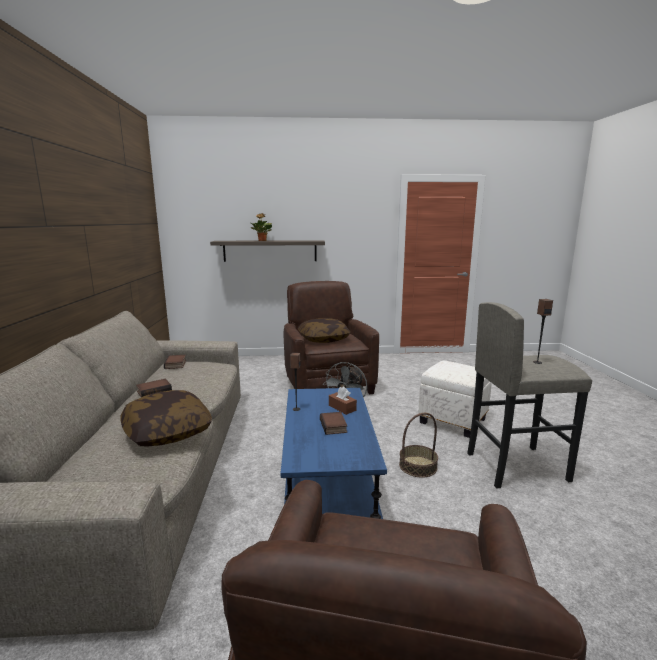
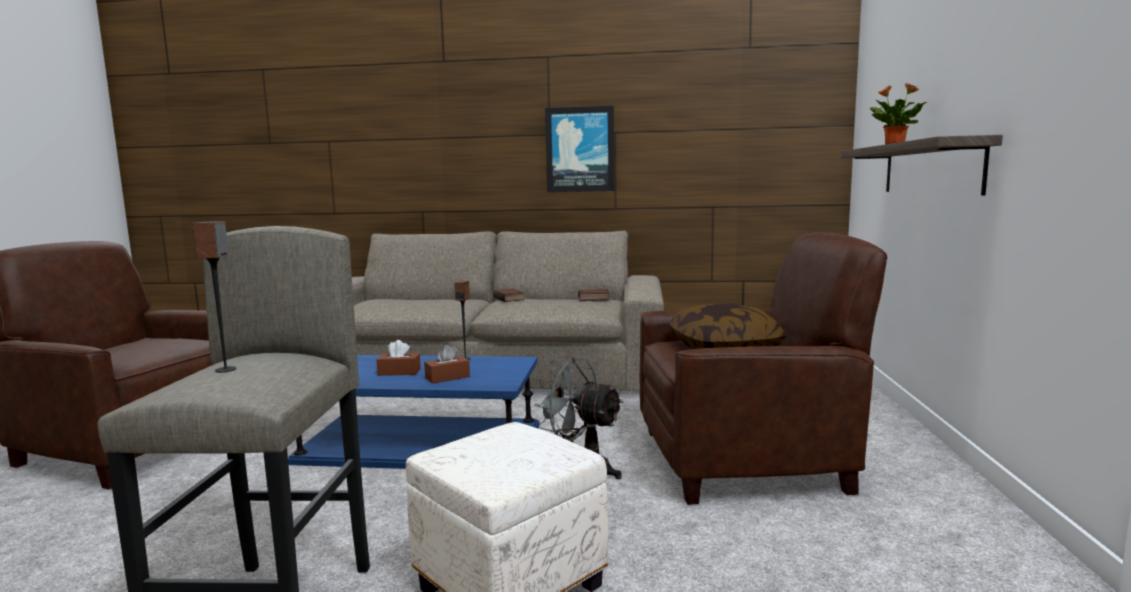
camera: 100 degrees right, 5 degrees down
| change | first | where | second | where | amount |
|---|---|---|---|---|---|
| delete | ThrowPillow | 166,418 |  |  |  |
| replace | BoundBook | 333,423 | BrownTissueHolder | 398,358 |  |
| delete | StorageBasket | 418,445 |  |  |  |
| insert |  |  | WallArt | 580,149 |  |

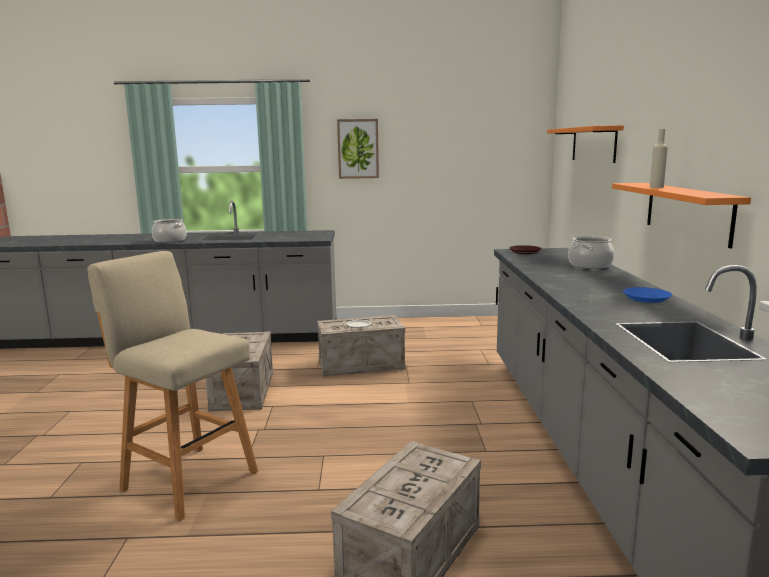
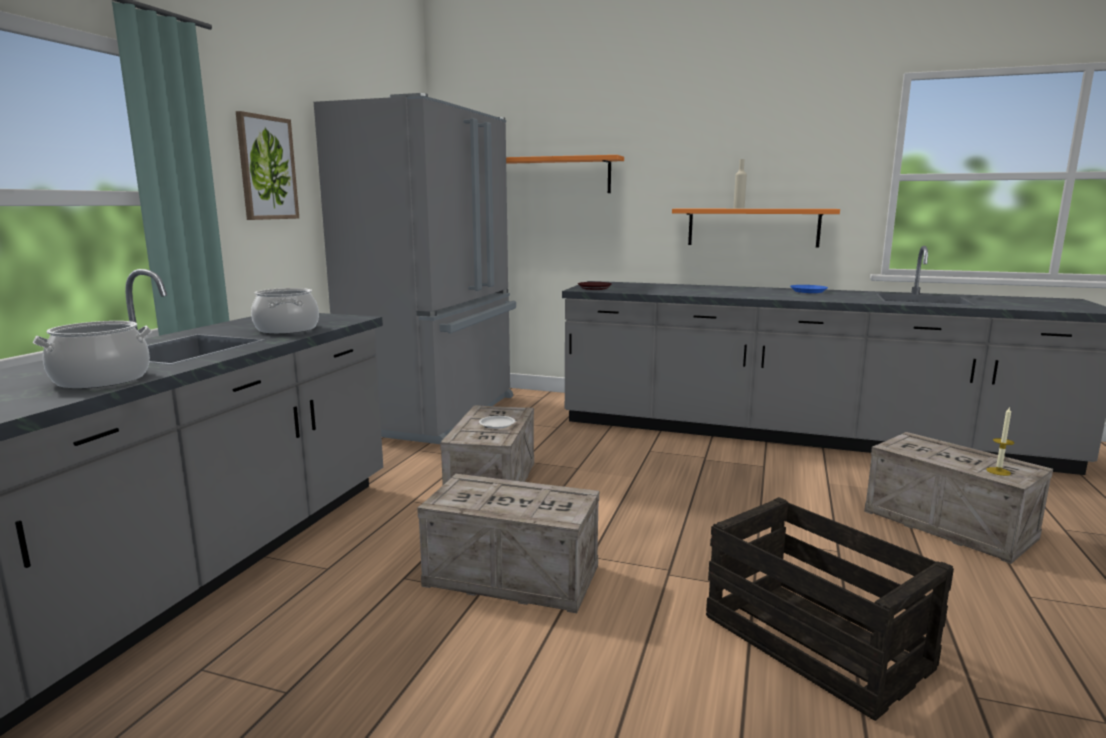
camera: 70 degrees left, 0 degrees up
| change | first | where | second | where | amount |
|---|---|---|---|---|---|
| replace | BeigeColouredStool | 172,386 | ShippingCrate | 830,609 |  |
| move | CookingPot | 591,252 |  | 285,311 |  |
| insert |  |  | GrayKitchenFridge | 415,268 |  |
| insert |  |  | WaxCandle | 1000,441 |  |

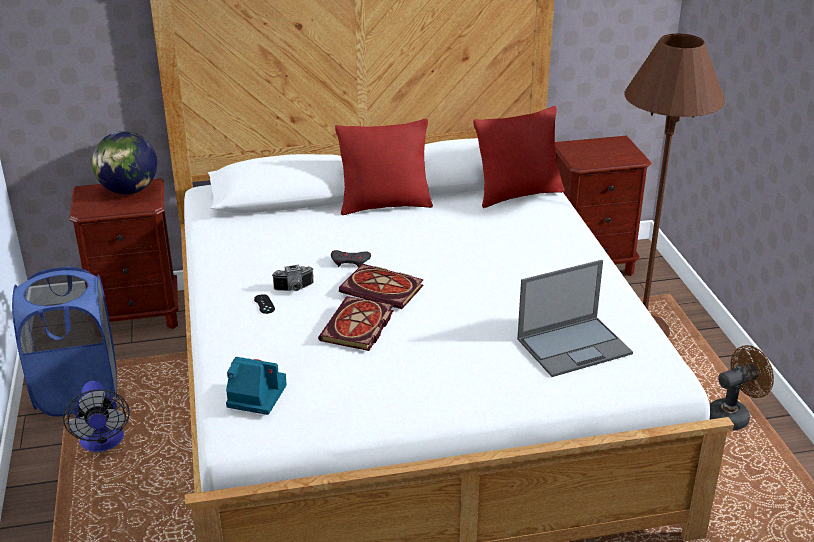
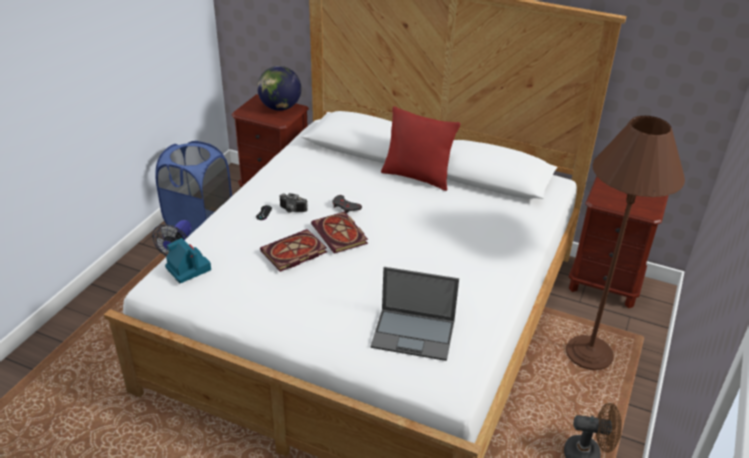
camera: 35 degrees right, 5 degrees up
| change | first | where | second | where | amount |
|---|---|---|---|---|---|
| delete | RedThrowPillow | 519,157 |  |  |  |

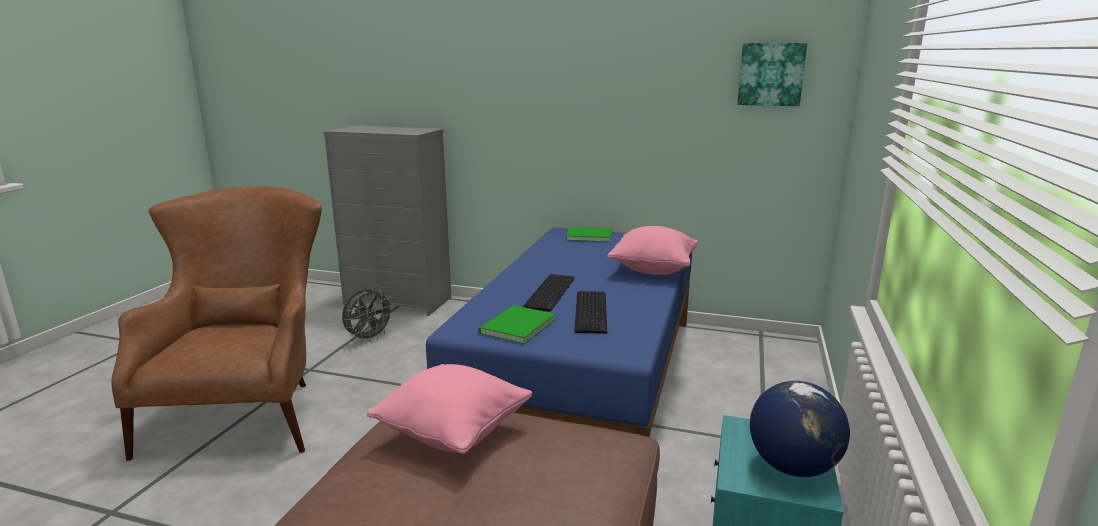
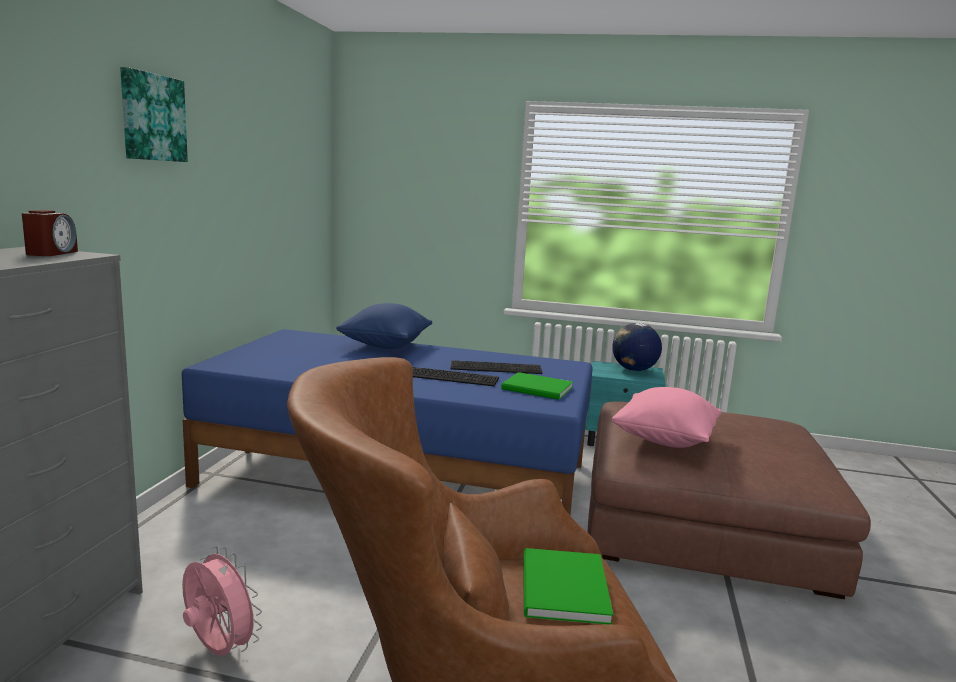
camera: 95 degrees left, 5 degrees down
| change | first | where | second | where | amount |
|---|---|---|---|---|---|
| recolor | GrayCoolingFan | 368,315 | PinkishCoolingFan | 222,601 |  |
| move | GreenishBoundBook | 589,234 |  | 568,586 |  |
| recolor | PinkishThrowPillow | 652,250 | BlueColouredThrowPillow | 384,326 |  |
| move | WallArt | 772,74 |  | 154,114 |  |
| insert |  |  | AlarmClock | 50,233 |  |

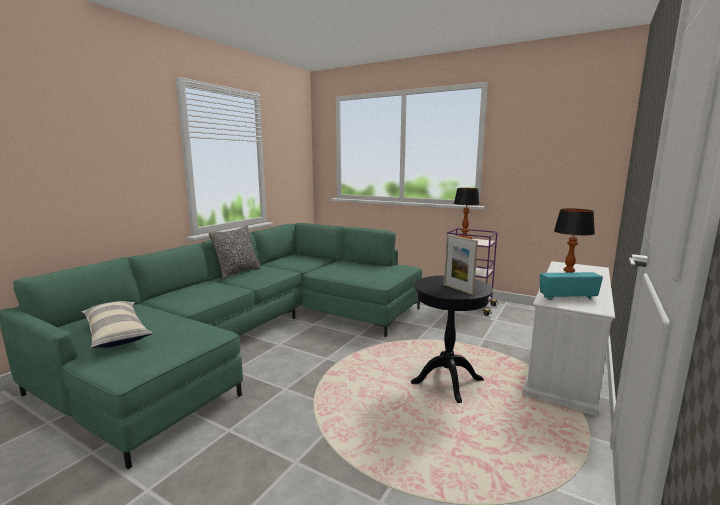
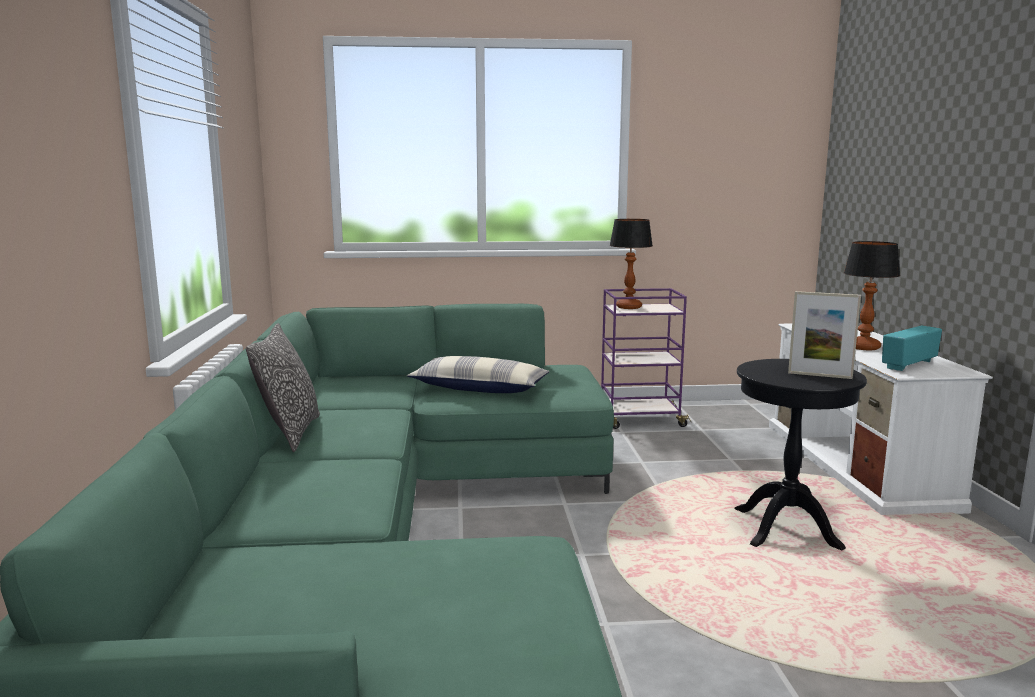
camera: 35 degrees left, 0 degrees up
| change | first | where | second | where | amount |
|---|---|---|---|---|---|
| move | ThrowPillow | 117,324 |  | 478,374 |  |

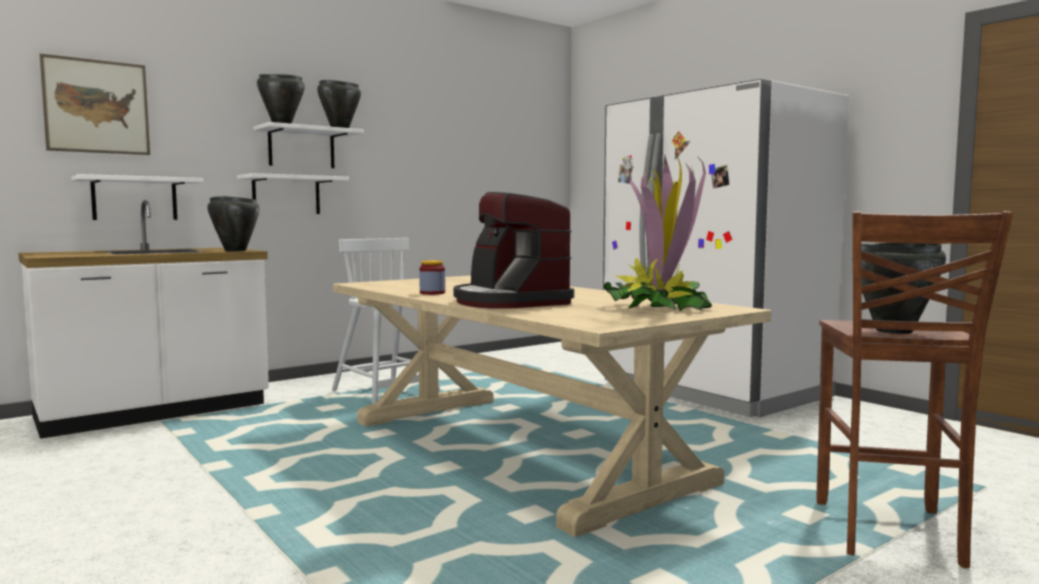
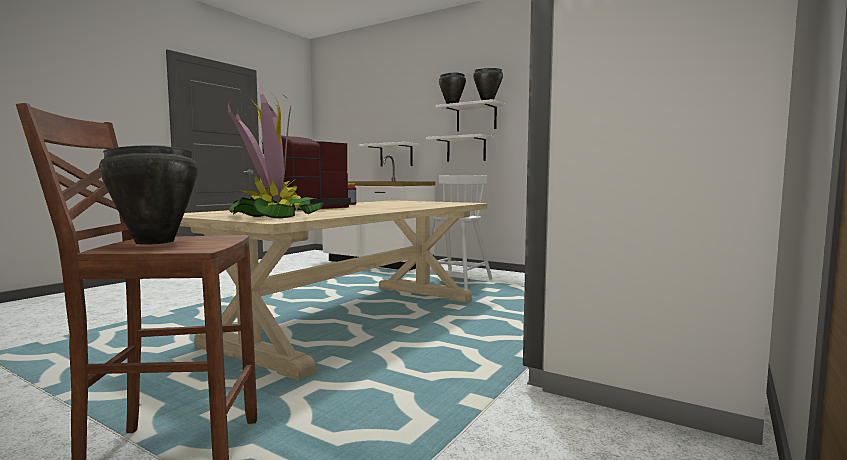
camera: 70 degrees right, 0 degrees up
| change | first | where | second | where | amount |
|---|---|---|---|---|---|
| delete | WallArt | 95,104 |  |  |  |
| delete | BlackCookingPot | 233,224 |  |  |  |

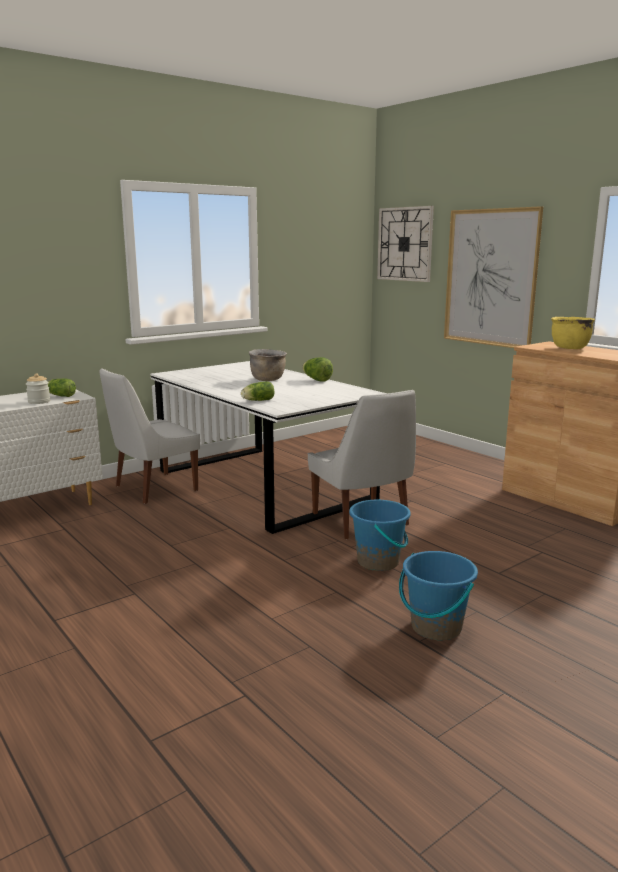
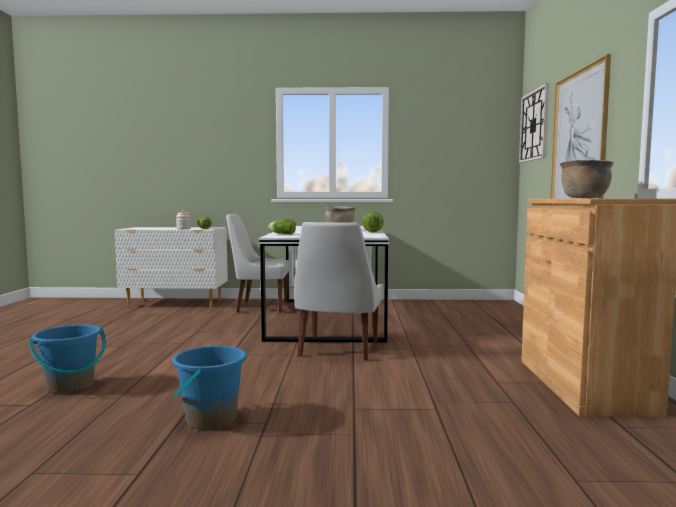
camera: 40 degrees right, 10 degrees down
| change | first | where | second | where | amount |
|---|---|---|---|---|---|
| move | BlueColouredBucket | 380,535 |  | 67,359 |  |
| recolor | YellowCookingPot | 573,333 | BrownCookingPot | 586,179 |  |

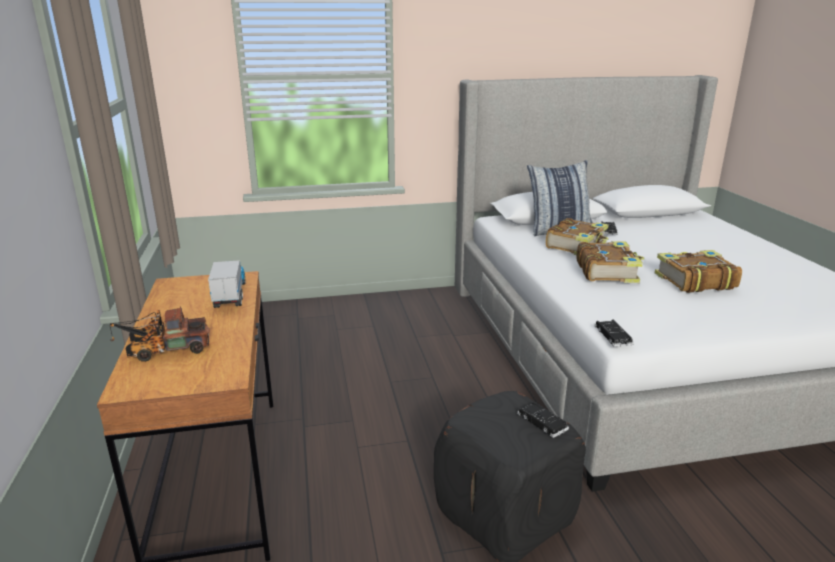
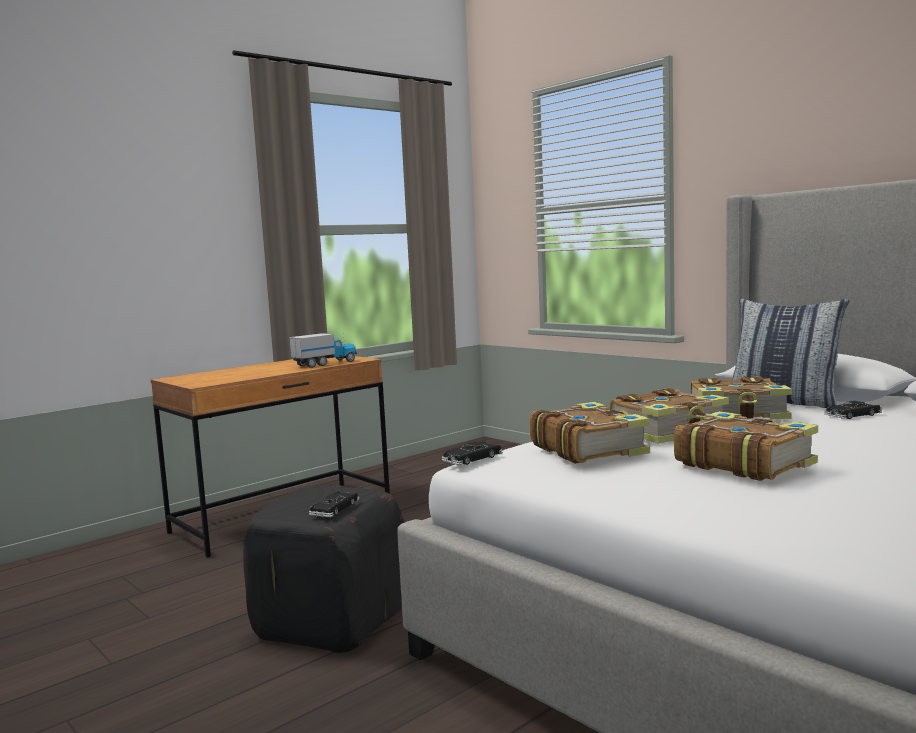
camera: 60 degrees right, 15 degrees down
| change | first | where | second | where | amount |
|---|---|---|---|---|---|
| delete | ToyLorry | 160,334 |  |  |  |
| insert |  |  | BoundBook | 589,433 |  |

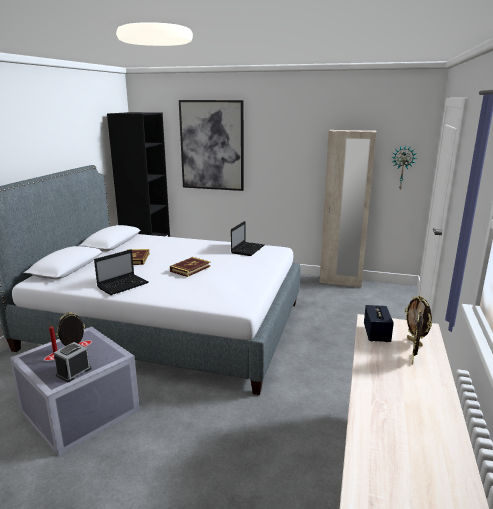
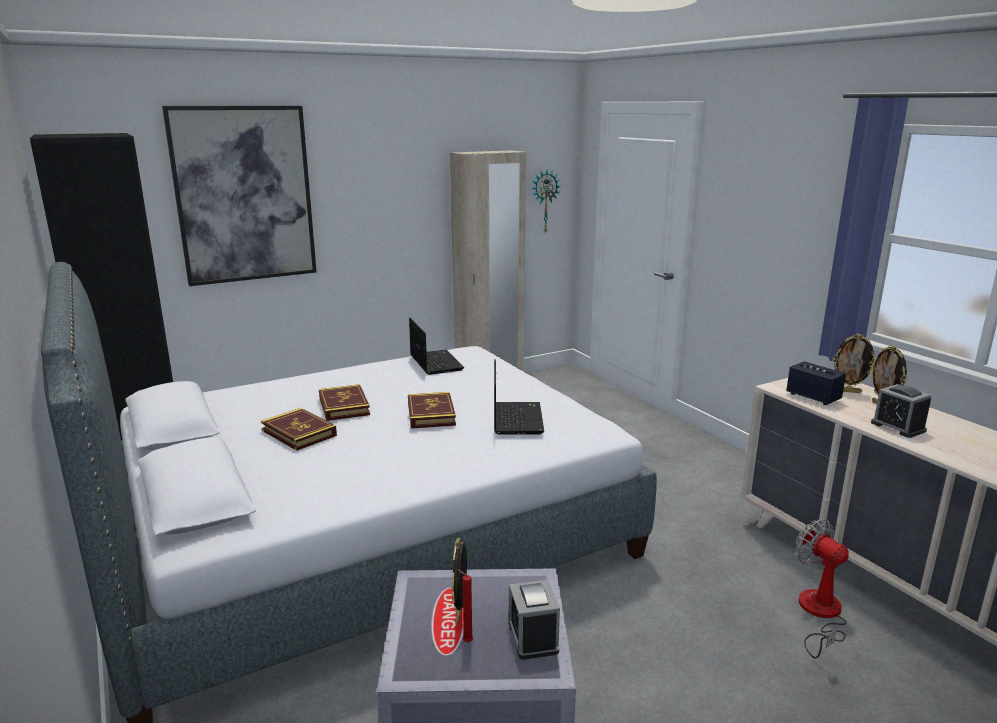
camera: 45 degrees left, 0 degrees up
| change | first | where | second | where | amount |
|---|---|---|---|---|---|
| move | PortableComputer | 121,272 |  | 519,397 |  |
| insert |  |  | BoundBook | 344,402 |  |
| insert |  |  | CoolingFan | 822,589 |  |
| insert |  |  | AlarmClock | 901,411 |  |

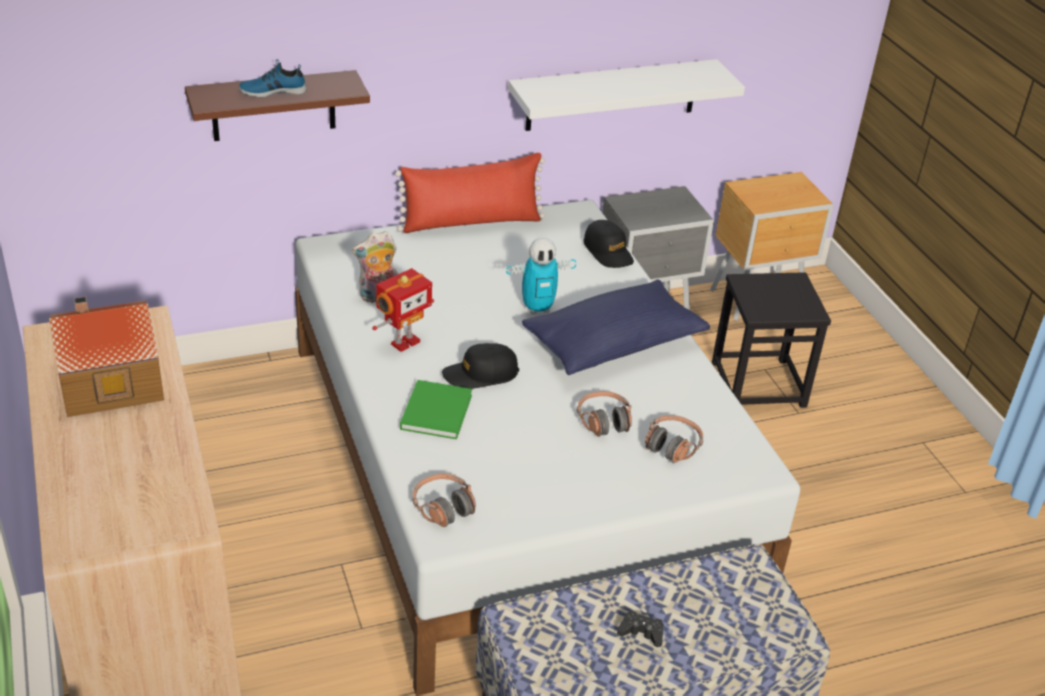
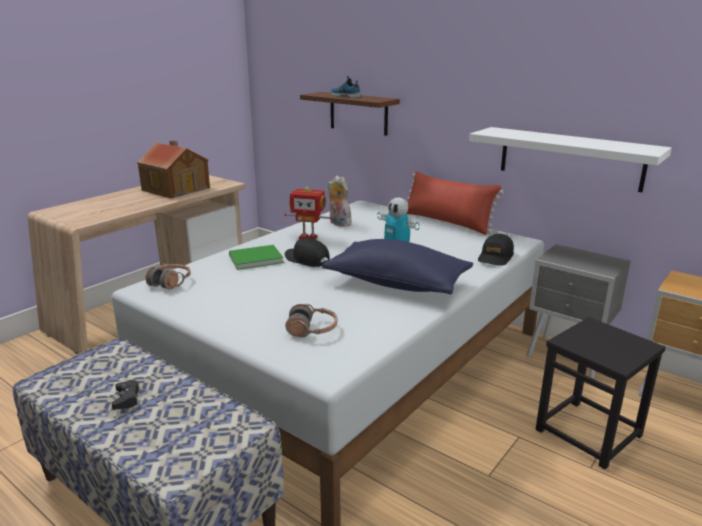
camera: 60 degrees right, 15 degrees down
| change | first | where | second | where | amount |
|---|---|---|---|---|---|
| delete | Headset | 604,414 |  |  |  |

